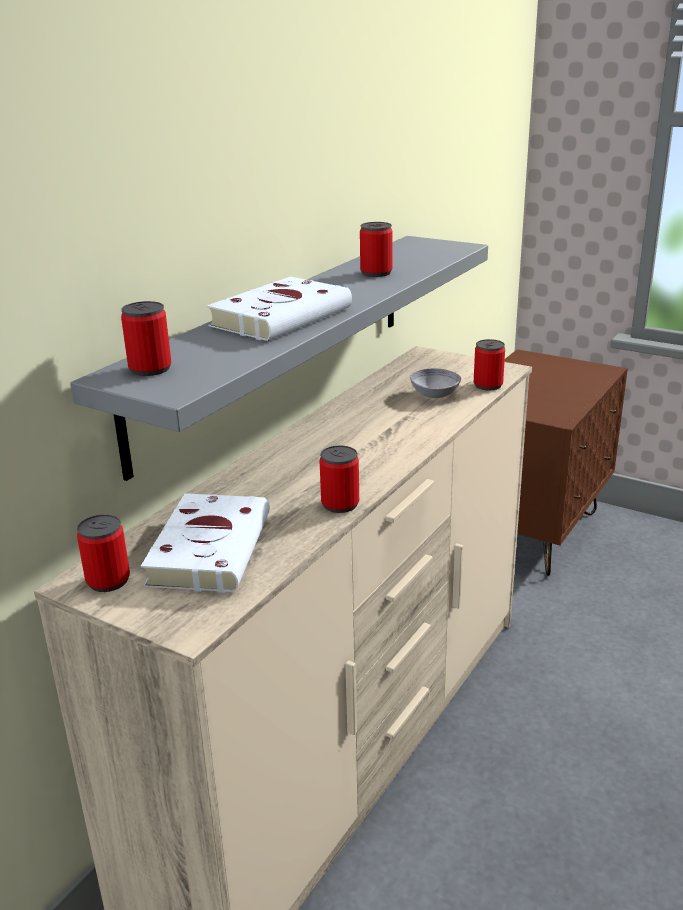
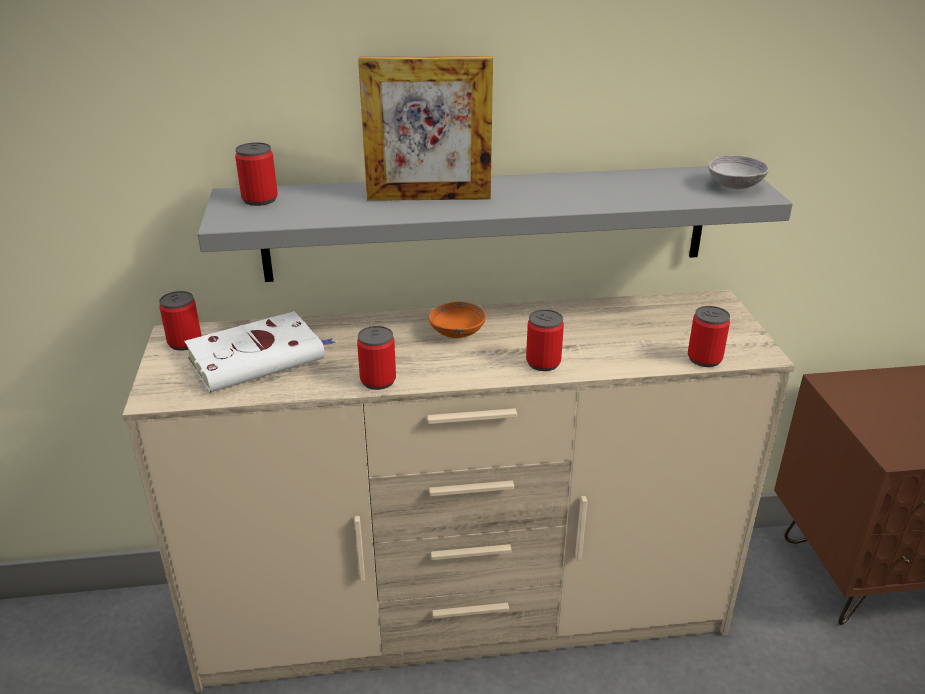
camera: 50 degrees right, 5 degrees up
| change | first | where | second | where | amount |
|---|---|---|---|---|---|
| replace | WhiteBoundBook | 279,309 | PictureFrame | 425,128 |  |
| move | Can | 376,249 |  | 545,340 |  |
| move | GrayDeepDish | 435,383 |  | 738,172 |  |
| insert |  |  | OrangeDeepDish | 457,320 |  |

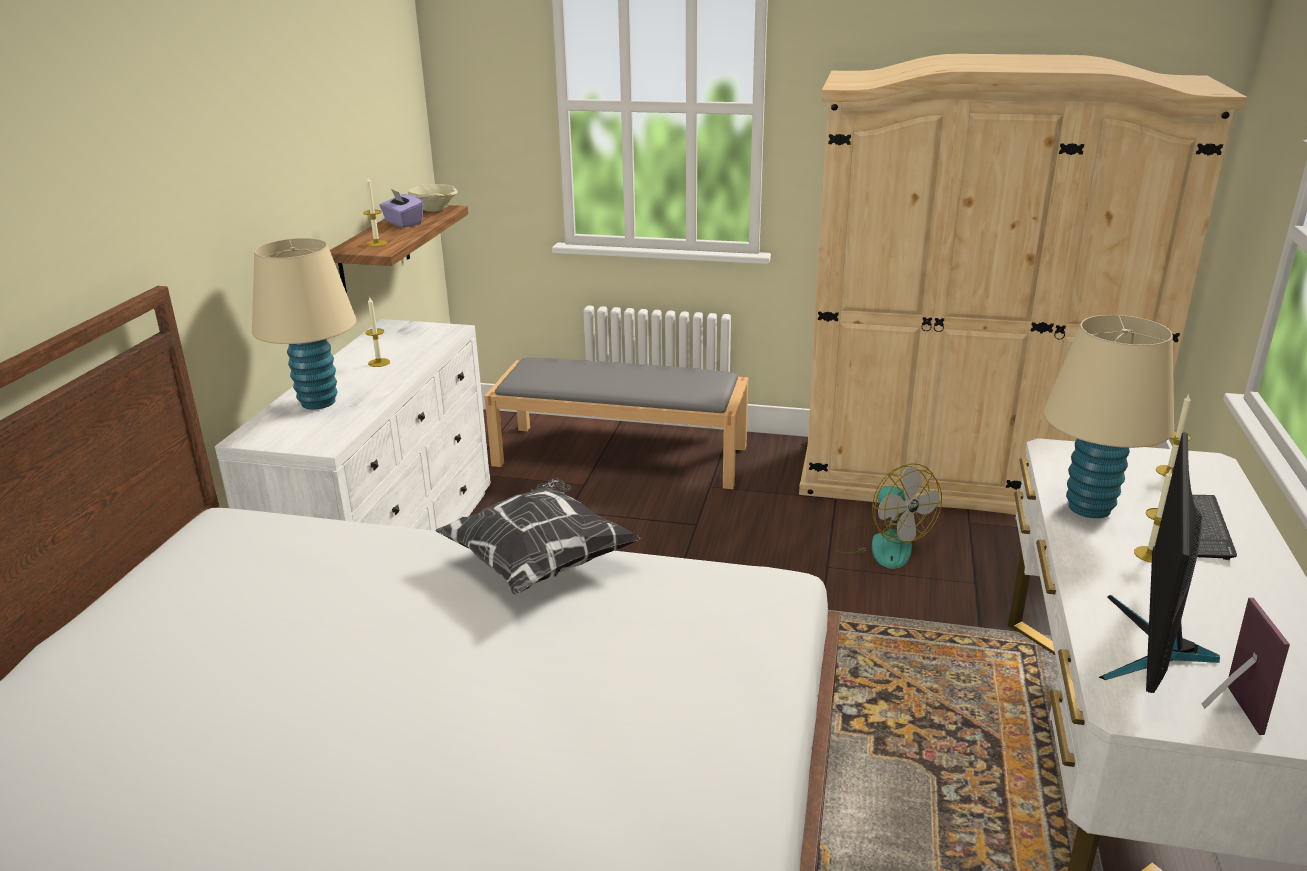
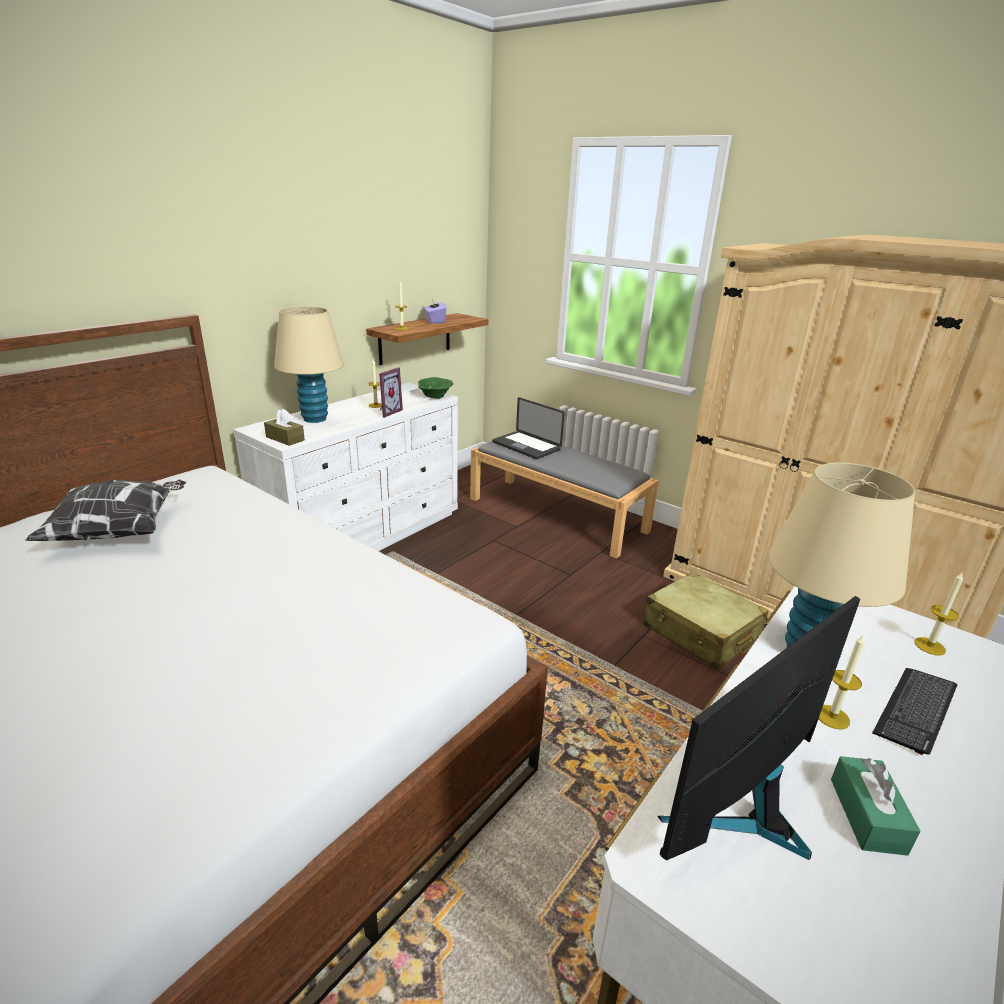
camera: 25 degrees right, 0 degrees up
| change | first | where | second | where | amount |
|---|---|---|---|---|---|
| delete | BeigeColouredDeepDish | 433,198 |  |  |  |
| move | ThrowPillow | 538,536 |  | 105,510 |  |
| replace | CoolingFan | 888,516 | BeigeColouredTravelCase | 706,621 |  |
| move | PictureFrame | 1245,666 |  | 391,392 |  |
| insert |  |  | BrownTissueHolder | 284,427 |  |
| insert |  |  | GreenishDeepDish | 435,388 |  |
| insert |  |  | PortableComputer | 528,428 |  |
| insert |  |  | GreenishTissueHolder | 876,806 |  |

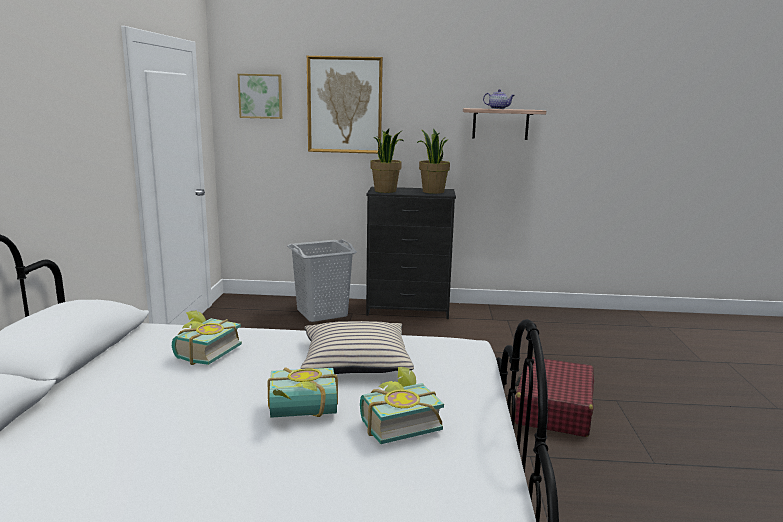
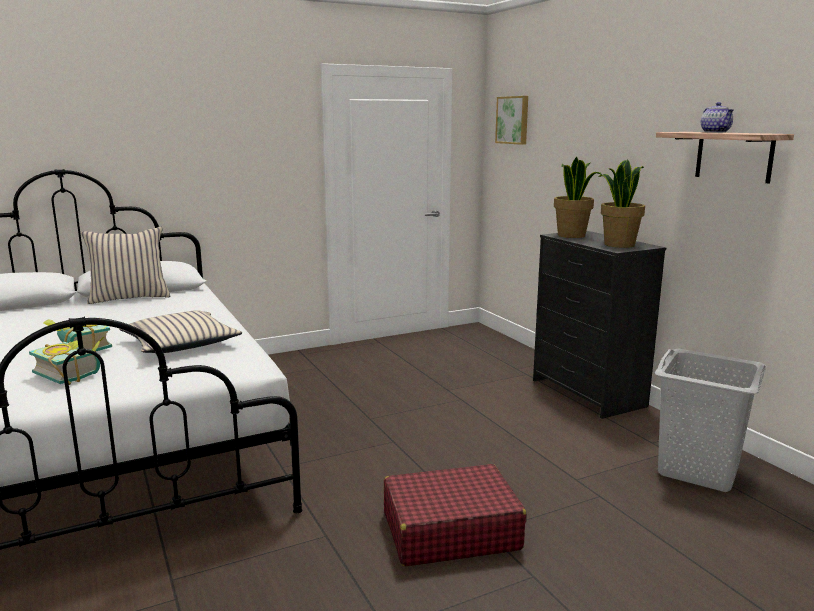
camera: 60 degrees right, 0 degrees up
| change | first | where | second | where | amount |
|---|---|---|---|---|---|
| delete | BoundBook | 207,338 |  |  |  |
| move | GrayLaundryBasket | 322,280 |  | 711,420 |  |
| delete | WallArt | 345,105 |  |  |  |
| insert |  |  | BeigeColouredThrowPillow | 126,265 |  |

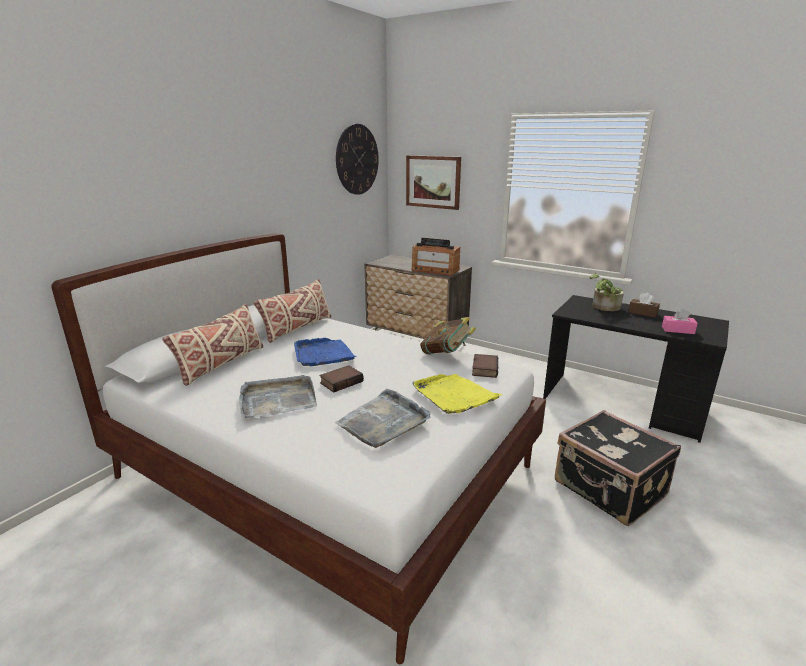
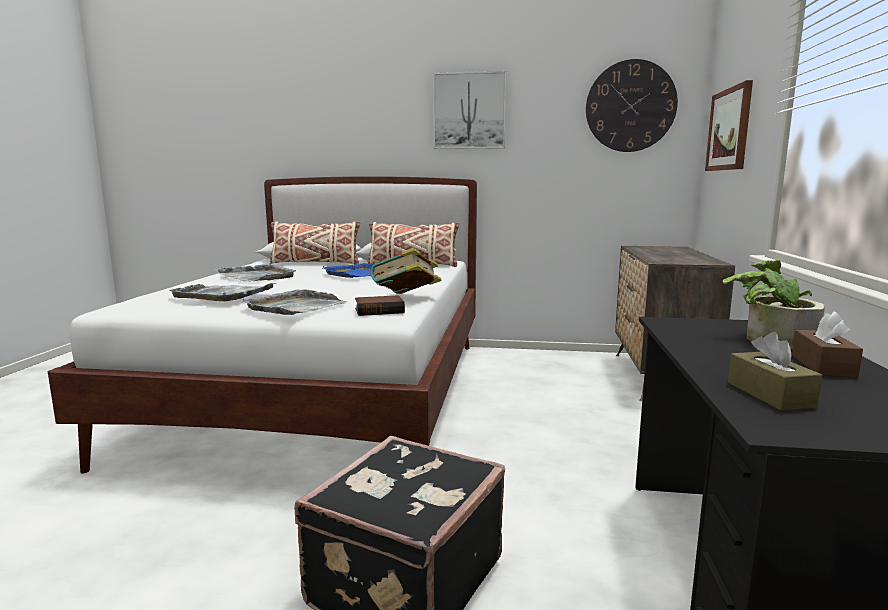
camera: 65 degrees right, 10 degrees down
| change | first | where | second | where | amount |
|---|---|---|---|---|---|
| delete | BoundBook | 341,378 |  |  |  |
| delete | RadioSet | 436,257 |  |  |  |
| recolor | YellowServingTray | 457,394 | GrayServingTray | 295,302 |  |
| recolor | PinkishTissueHolder | 680,321 | BrownTissueHolder | 775,371 |  |
| insert |  |  | WallArt | 470,110 |  |

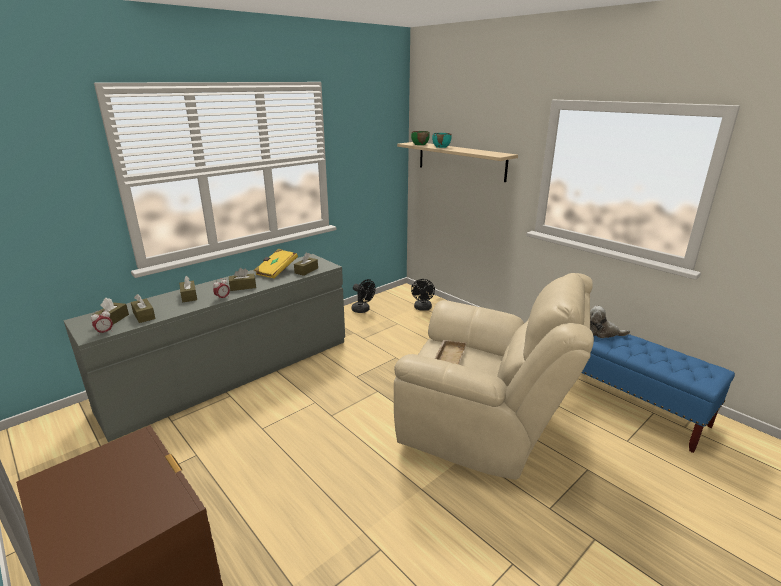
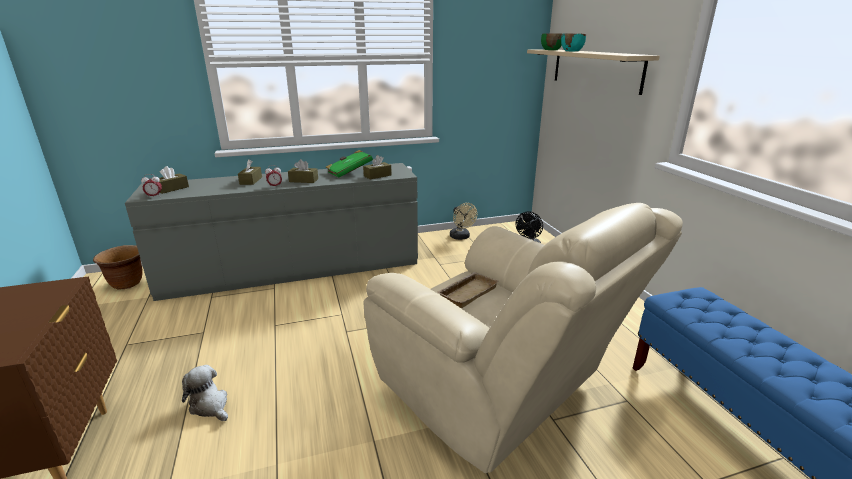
camera: 25 degrees right, 0 degrees up
| change | first | where | second | where | amount |
|---|---|---|---|---|---|
| delete | BrownTissueHolder | 143,308 |  |  |  |
| recolor | YellowBoundBook | 276,264 | GreenishBoundBook | 349,164 |  |
| recolor | BlackCoolingFan | 363,296 | BeigeColouredCoolingFan | 463,221 |  |
| move | SoftToy | 610,322 |  | 205,393 |  |
| insert |  |  | BrownPlanter | 118,267 |  |

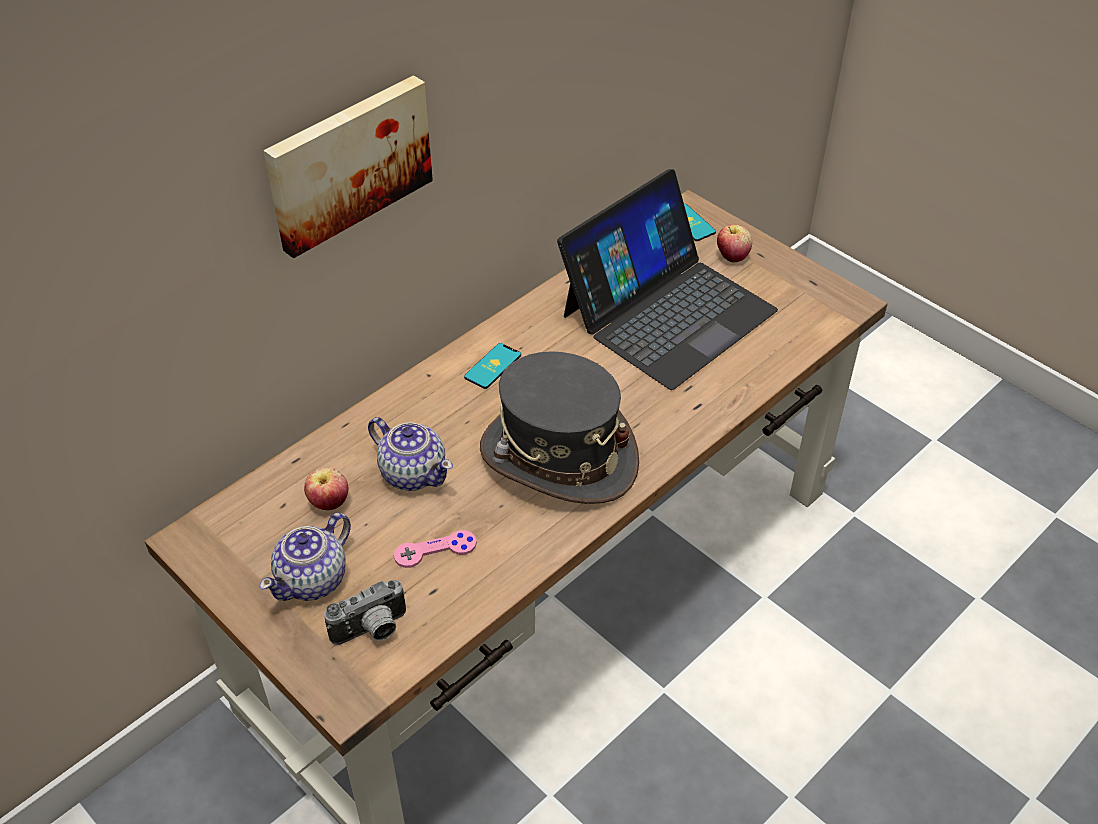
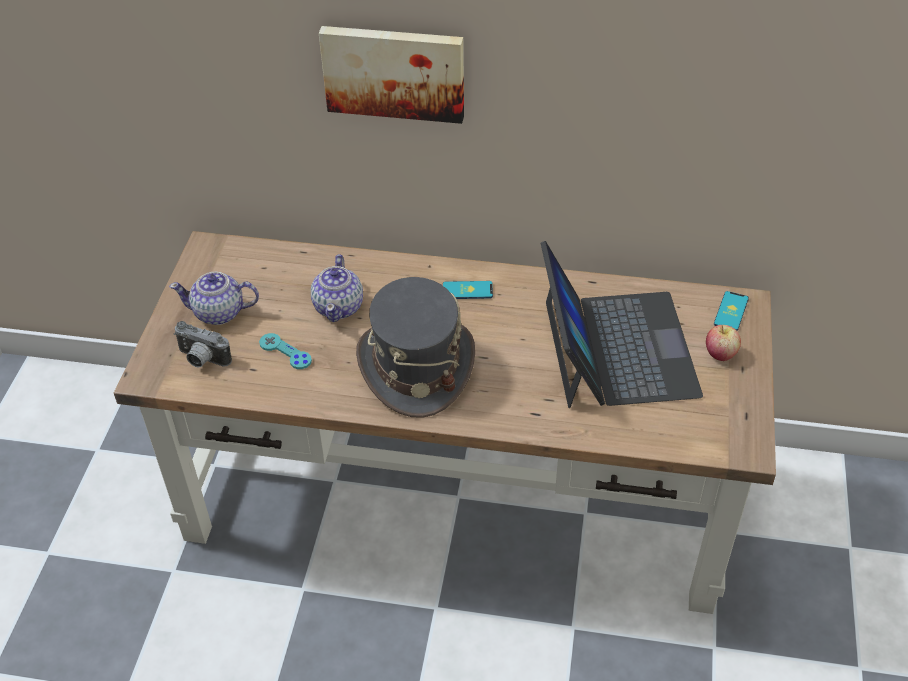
camera: 55 degrees right, 0 degrees up
| change | first | where | second | where | amount |
|---|---|---|---|---|---|
| delete | Apple | 326,489 |  |  |  |
| recolor | PinkishGameController | 435,549 | BlueGreenGameController | 285,351 |  |
| rotate | PortableComputer | 667,279 |  | 622,324 | 105 degrees counterclockwise |

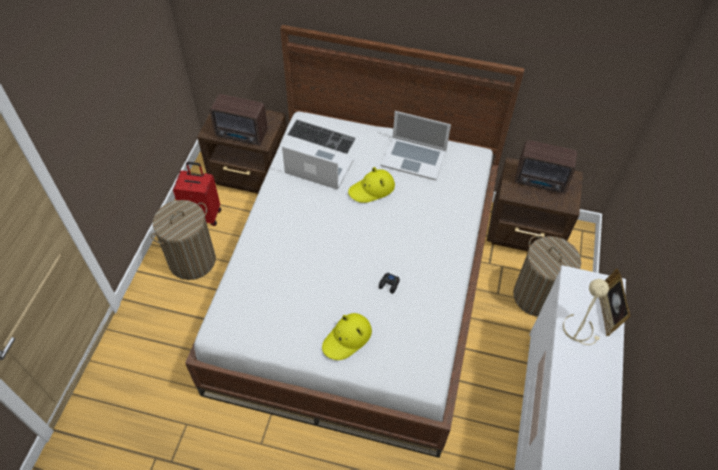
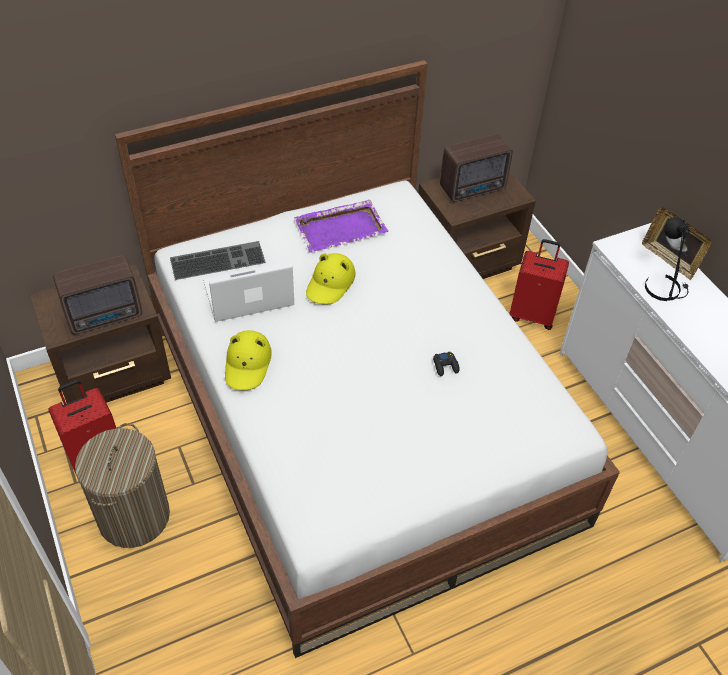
camera: 40 degrees left, 5 degrees down
| change | first | where | second | where | amount |
|---|---|---|---|---|---|
| move | YellowClothingHat | 347,336 |  | 248,360 |  |
| replace | PortableComputer | 416,146 | PurpleServingTray | 341,226 |  |
| replace | LaundryBasket | 547,276 | RedTravelCase | 539,284 |  |
| recolor | BeigeColouredLampForATable | 586,312 | BlackLampForATable | 667,259 |  |

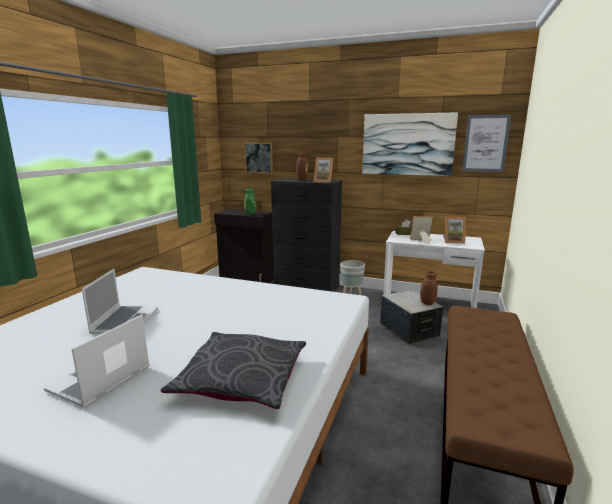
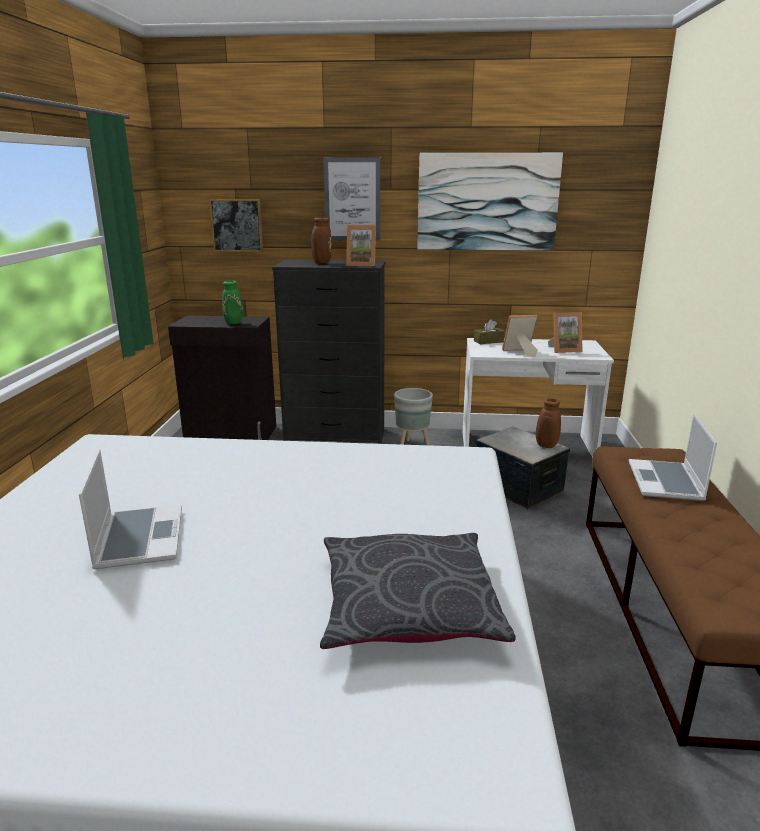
camera: 15 degrees left, 5 degrees up
| change | first | where | second | where | amount |
|---|---|---|---|---|---|
| move | PortableComputer | 97,361 |  | 673,457 |  |
| move | WallArt | 486,143 |  | 351,199 |  |

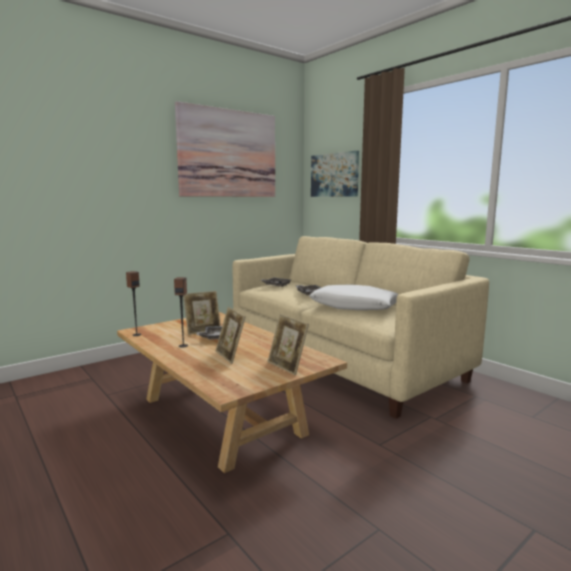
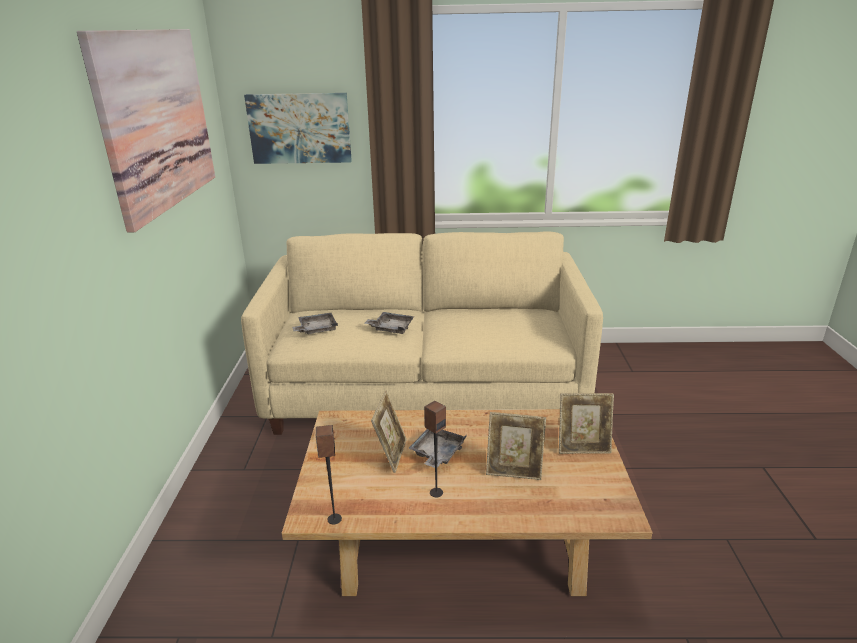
camera: 50 degrees left, 15 degrees up
| change | first | where | second | where | amount |
|---|---|---|---|---|---|
| delete | WhiteThrowPillow | 354,297 |  |  |  |

